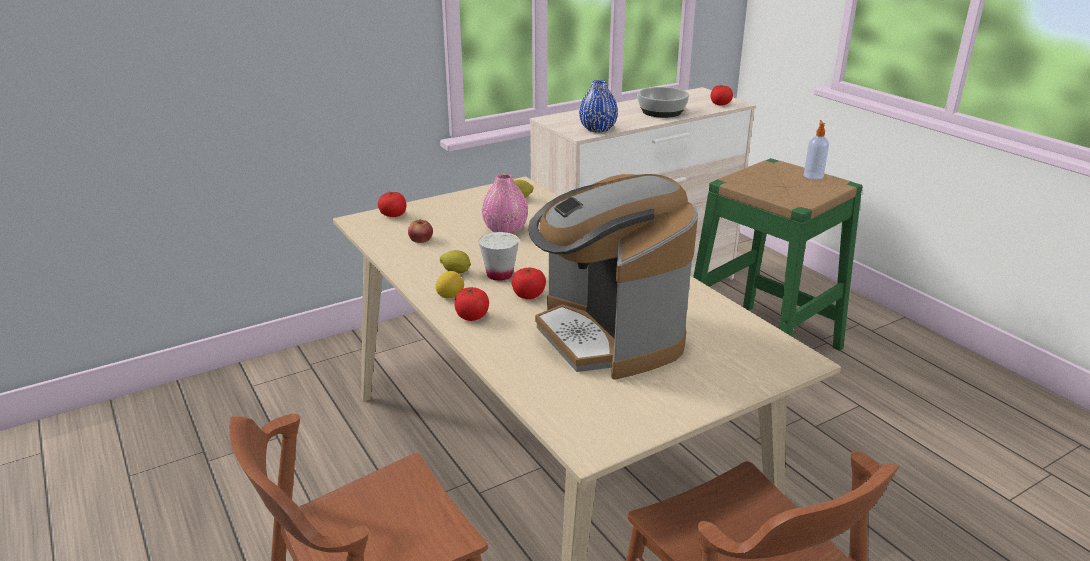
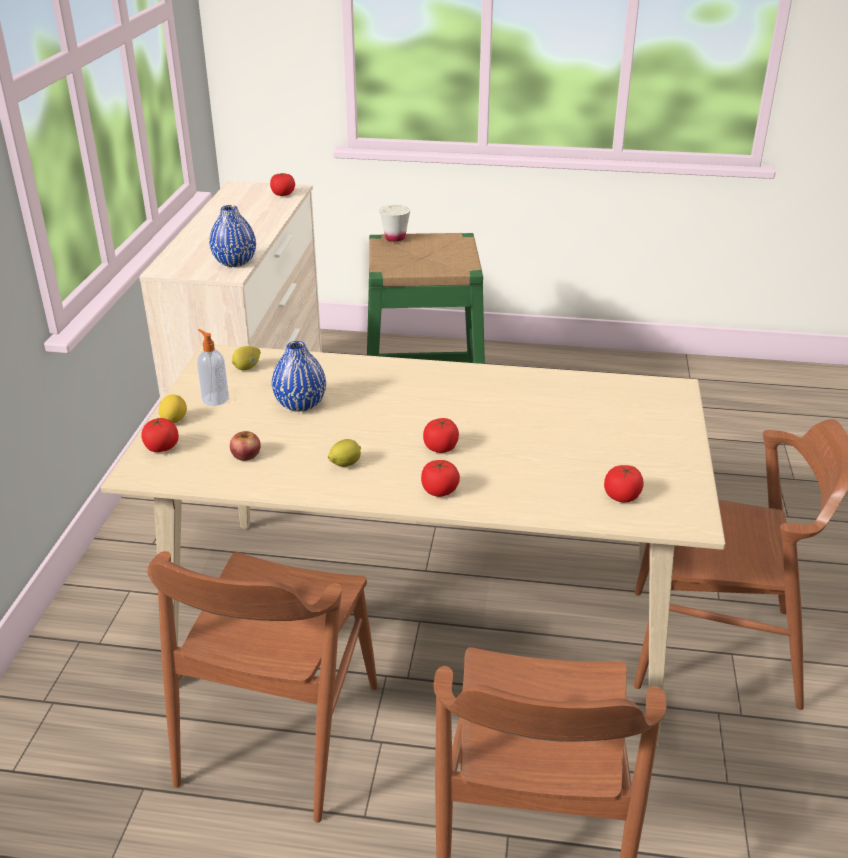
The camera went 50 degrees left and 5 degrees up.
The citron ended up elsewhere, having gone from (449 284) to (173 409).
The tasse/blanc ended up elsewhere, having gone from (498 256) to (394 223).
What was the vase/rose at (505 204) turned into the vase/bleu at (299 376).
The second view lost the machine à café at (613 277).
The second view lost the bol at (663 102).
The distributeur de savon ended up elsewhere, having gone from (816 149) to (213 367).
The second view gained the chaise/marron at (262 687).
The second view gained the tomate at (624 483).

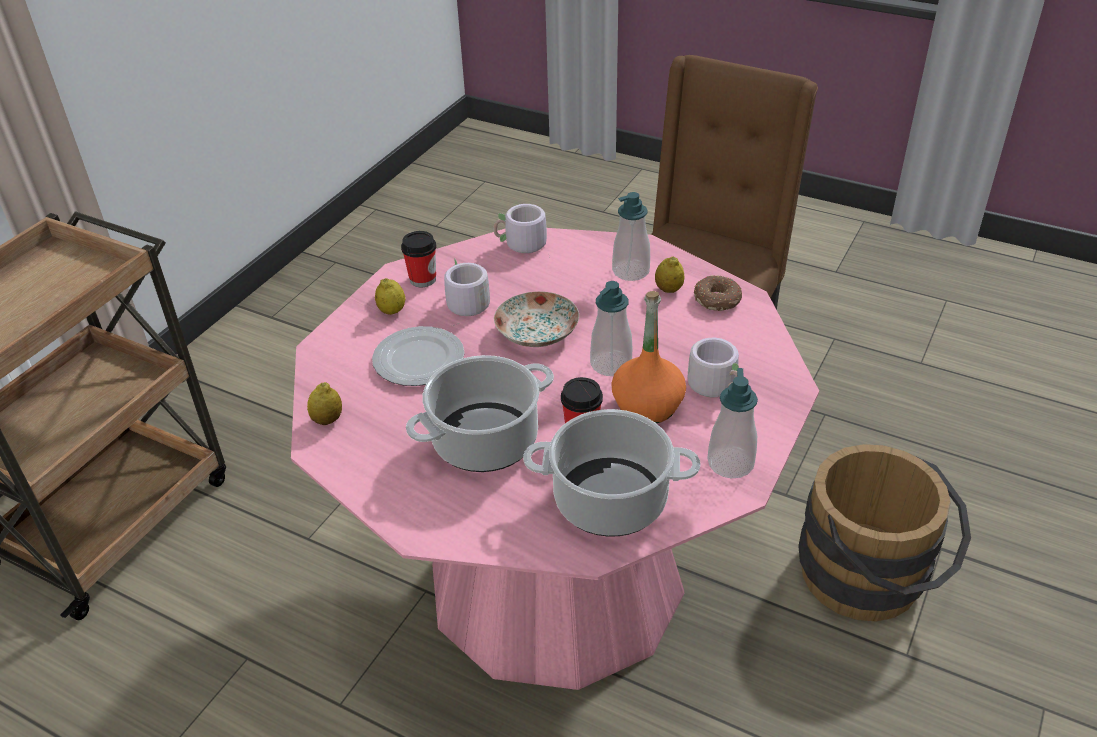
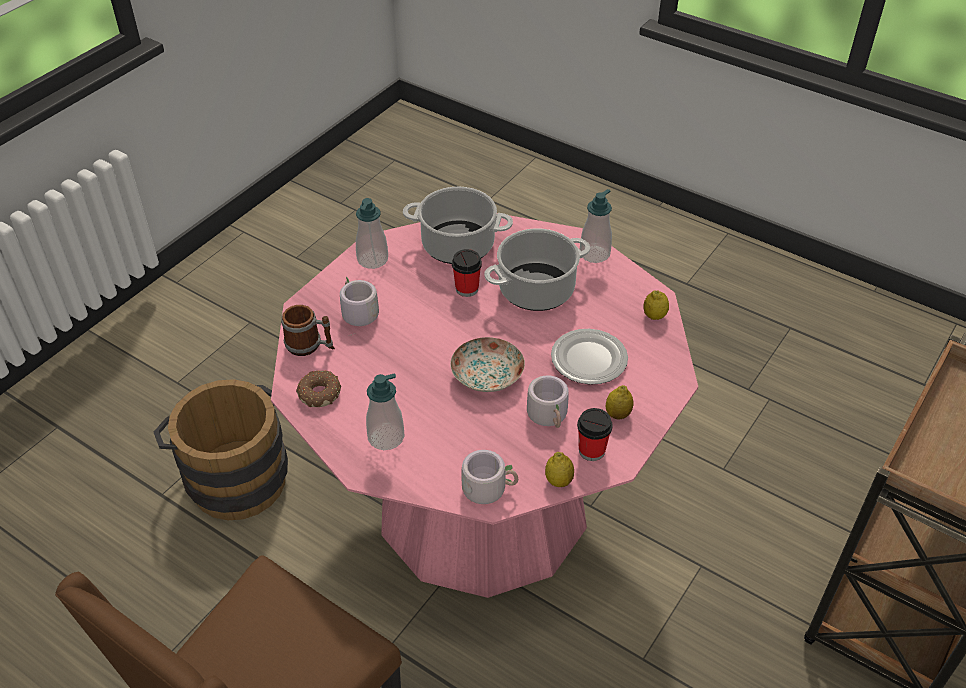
The camera went 175 degrees left and 5 degrees up.
The distributeur de savon ended up elsewhere, having gone from (611 328) to (596 226).
The second view lost the bouteille/orange at (648 357).
The citron ended up elsewhere, having gone from (669 274) to (559 469).
The second view gained the mug at (308 330).

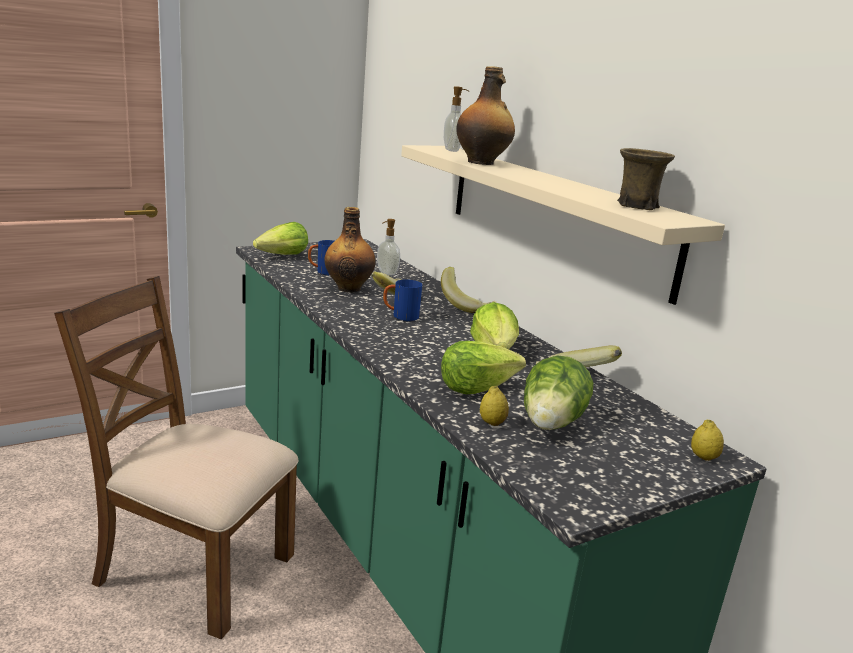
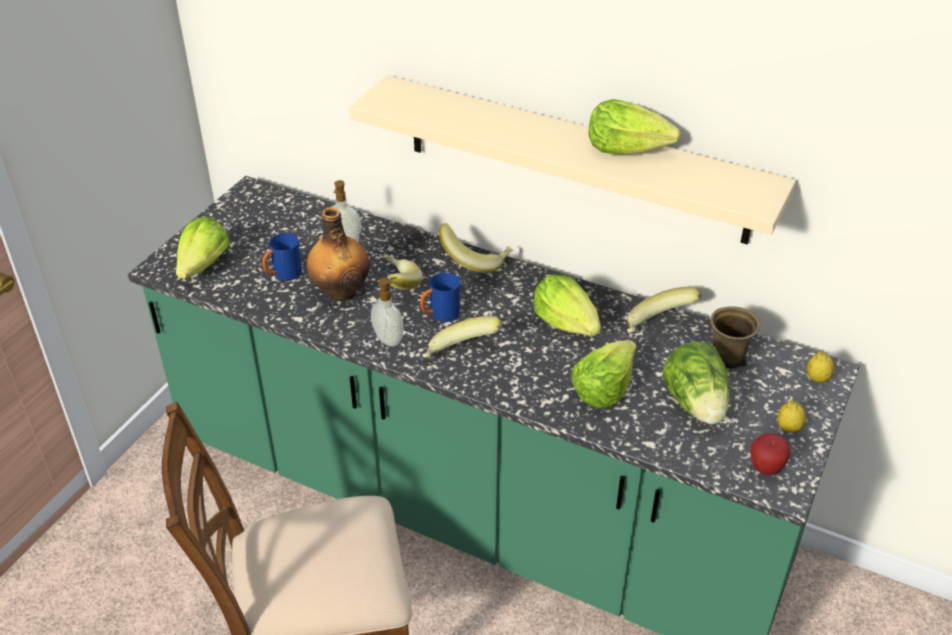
The camera went 30 degrees left and 20 degrees up.
The distributeur de savon ended up elsewhere, having gone from (456 119) to (387 312).
The second view lost the bouteille at (485 115).
The citron ended up elsewhere, having gone from (494 406) to (792 416).
The mug/marron ended up elsewhere, having gone from (646 179) to (735 337).
The second view gained the banane at (462 337).
The second view gained the laitue at (635 126).
The second view gained the pomme at (770 454).

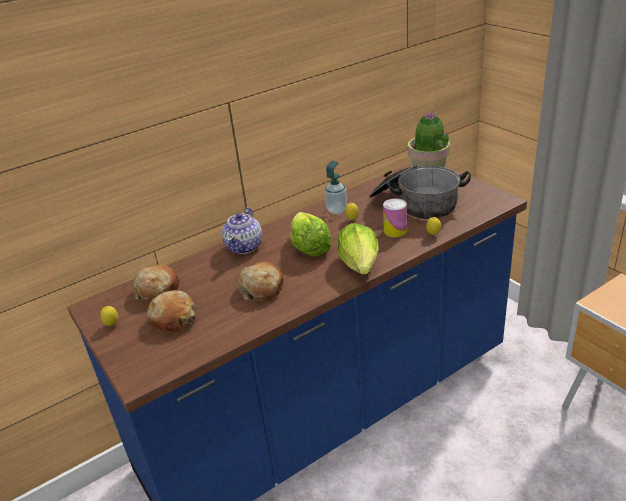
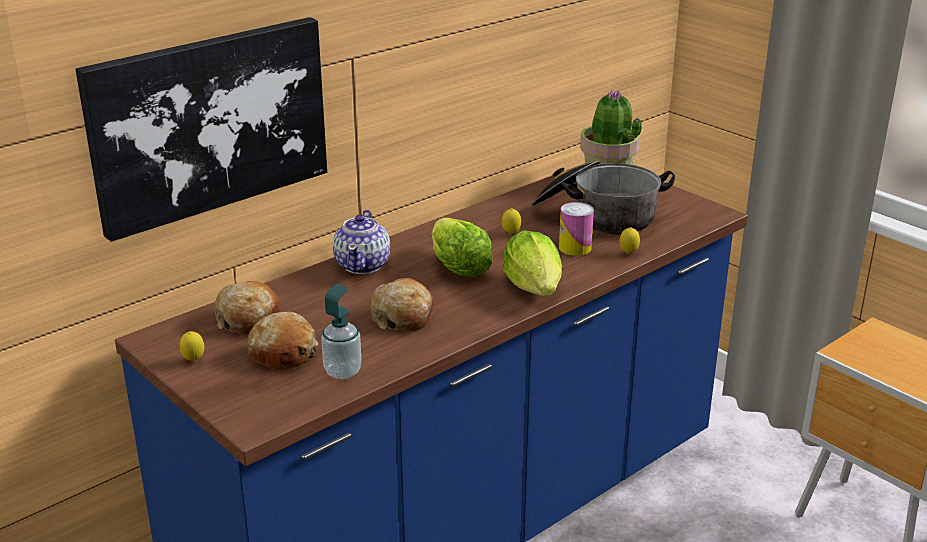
The camera went 10 degrees left and 5 degrees down.
The distributeur de savon ended up elsewhere, having gone from (336 187) to (341 331).
The second view gained the tableau at (201 129).

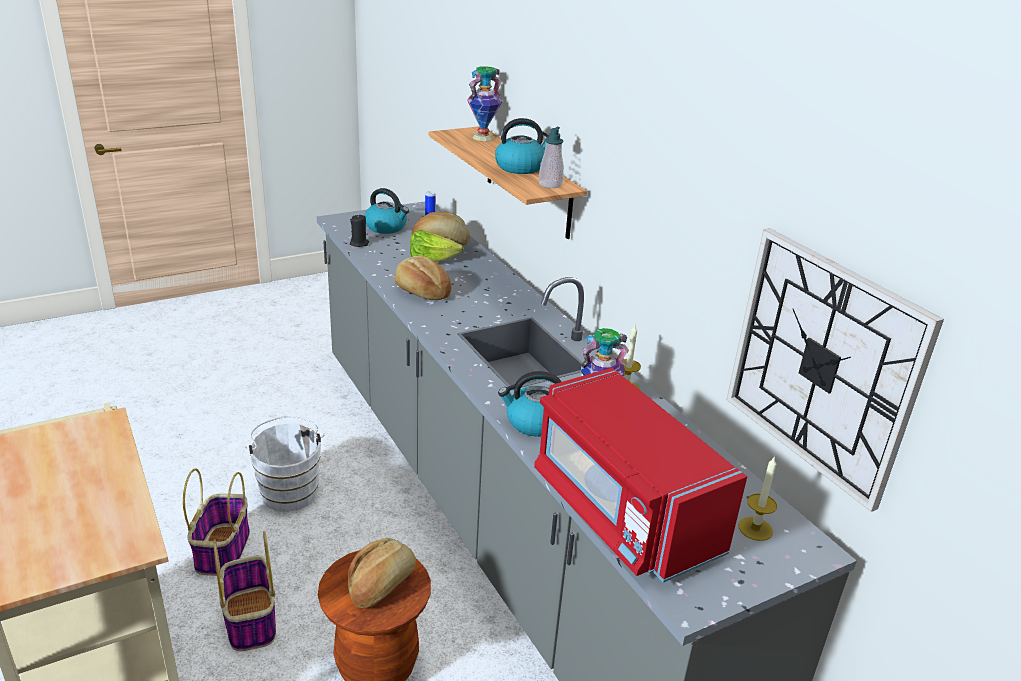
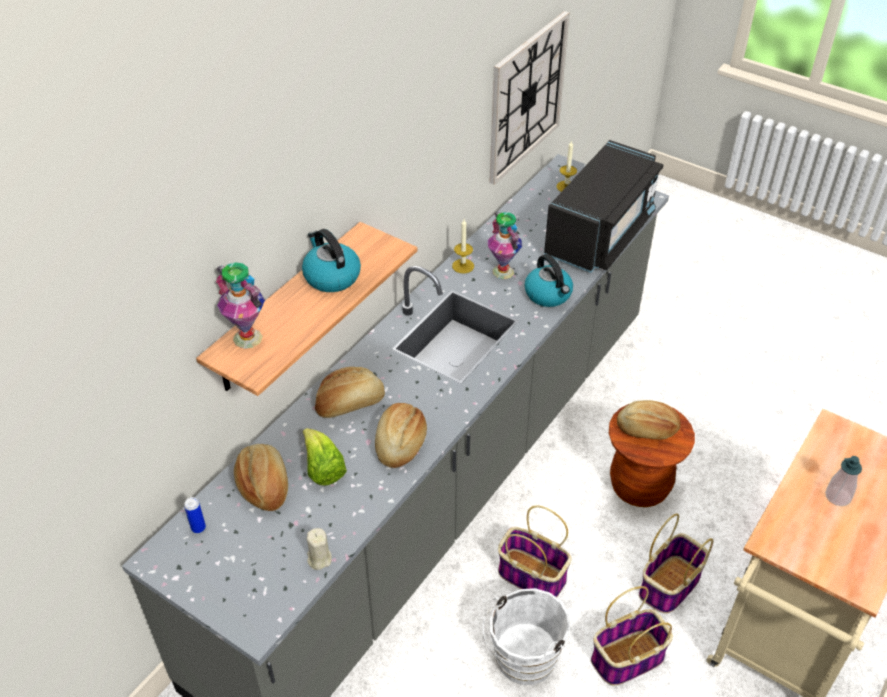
The camera went 115 degrees left and 15 degrees up.
What was the bougie/noir at (359 230) turned into the bougie/beige at (319 549).
The second view lost the bouilloire at (386 211).
What was the micro-ondes/rouge at (640 475) turned into the micro-ondes/noir at (604 206).
The distributeur de savon ended up elsewhere, having gone from (551 157) to (843 481).
The second view gained the pain at (350 392).
The second view gained the panier at (535 551).

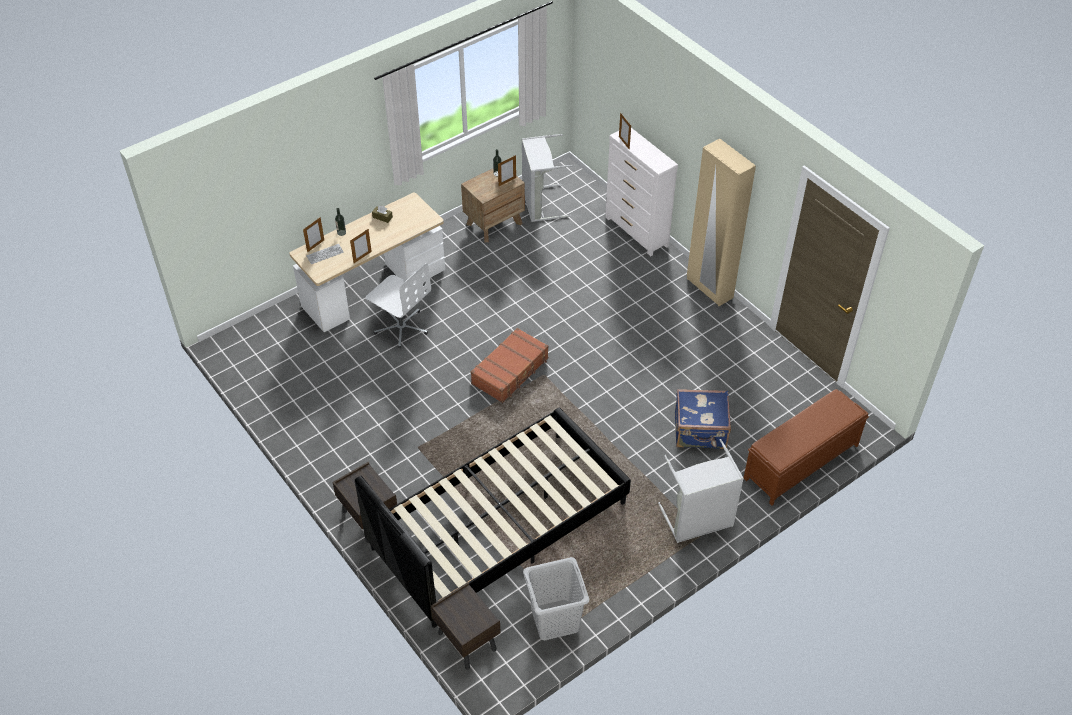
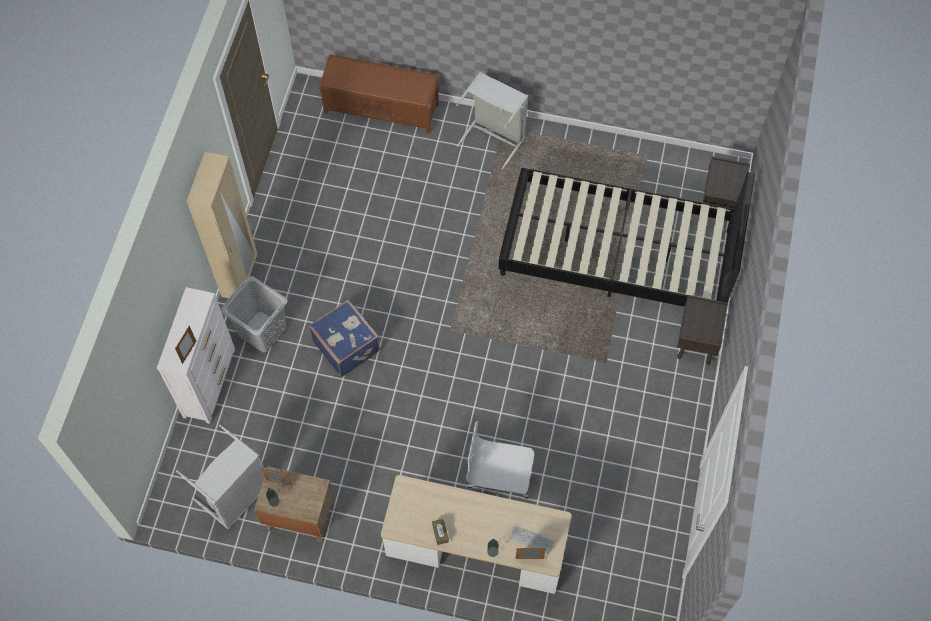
The camera went 130 degrees left and 15 degrees up.
The second view lost the cadre photo at (361 246).
The chaise de bureau/blanc at (398 305) ended up facing another way, 75 degrees counterclockwise from before.
The second view lost the valise/marron at (509 365).
The panier à linge/gris ended up elsewhere, having gone from (556 598) to (254 314).
The valise/bleu ended up elsewhere, having gone from (703 419) to (344 338).

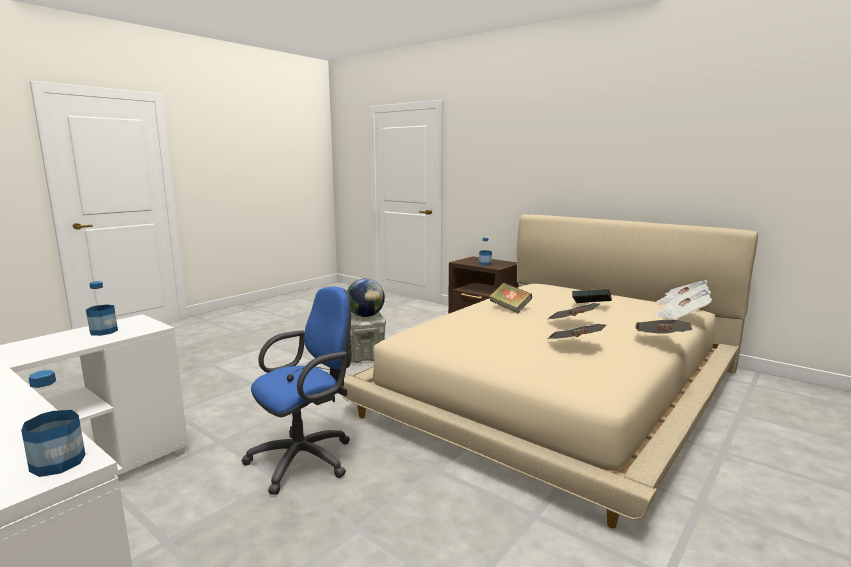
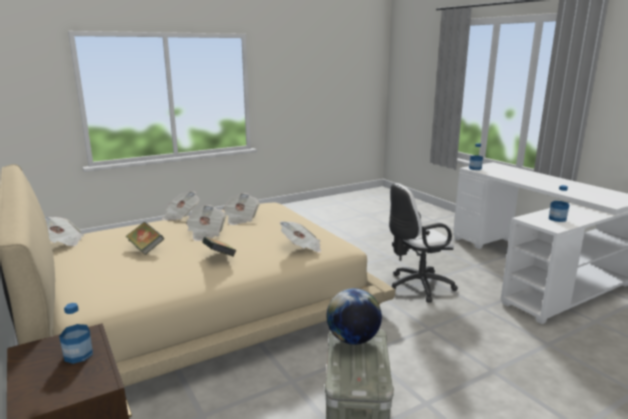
The camera went 160 degrees left and 5 degrees up.
What was the chaise de bureau/bleu at (297 391) turned into the chaise de bureau/blanc at (423 243).
The journal ended up elsewhere, having gone from (683 304) to (300 236).

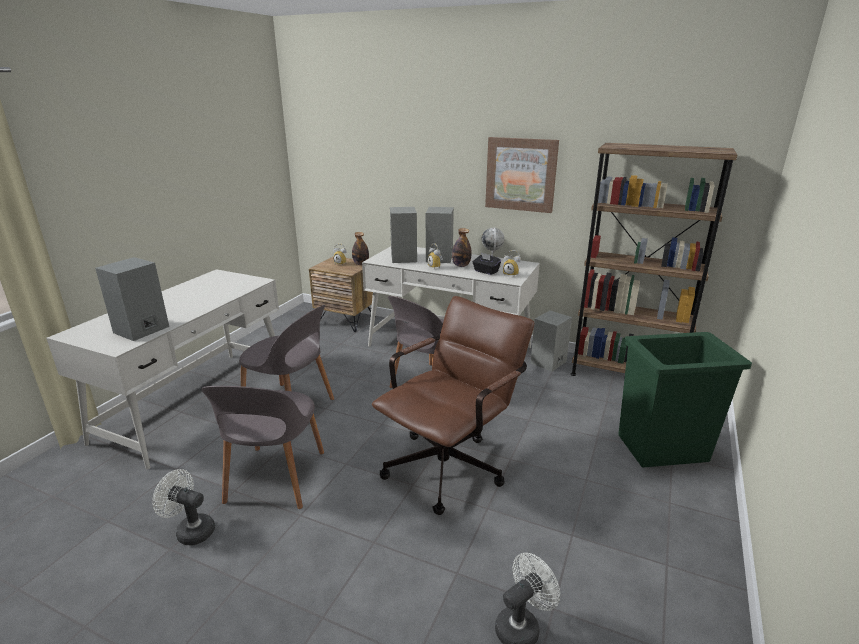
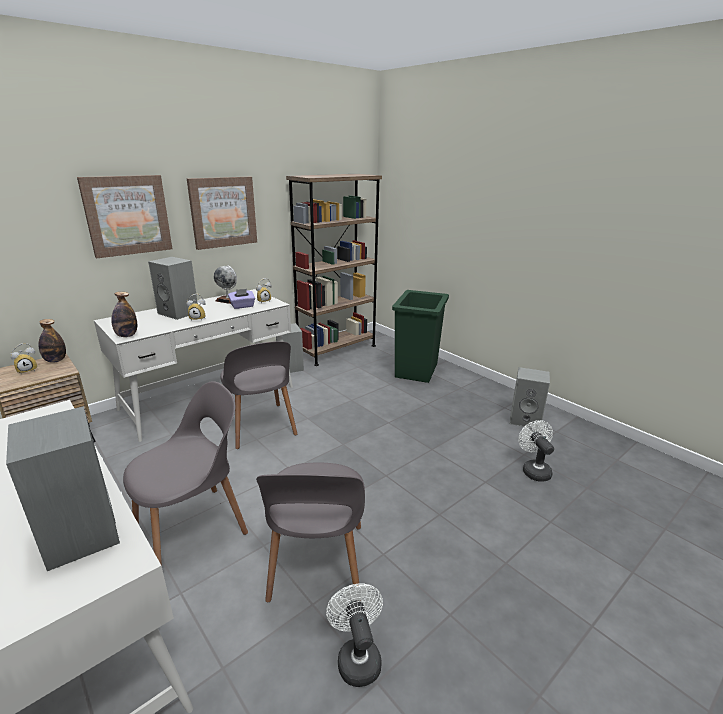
The camera went 65 degrees left and 0 degrees up.
The ventilateur/blanc at (183 507) ended up facing another way, 120 degrees clockwise from before.
The chaise/gris at (262 447) ended up facing another way, 60 degrees clockwise from before.
The second view lost the chaise de bureau/marron at (453 405).
The enceinte/gris ended up elsewhere, having gone from (403 235) to (530 397).
The bouteille ended up elsewhere, having gone from (462 247) to (124 314).
What was the boîte à mouchoirs/noir at (486 264) turned into the boîte à mouchoirs/violet at (241 299).
The second view gained the tableau at (124 216).

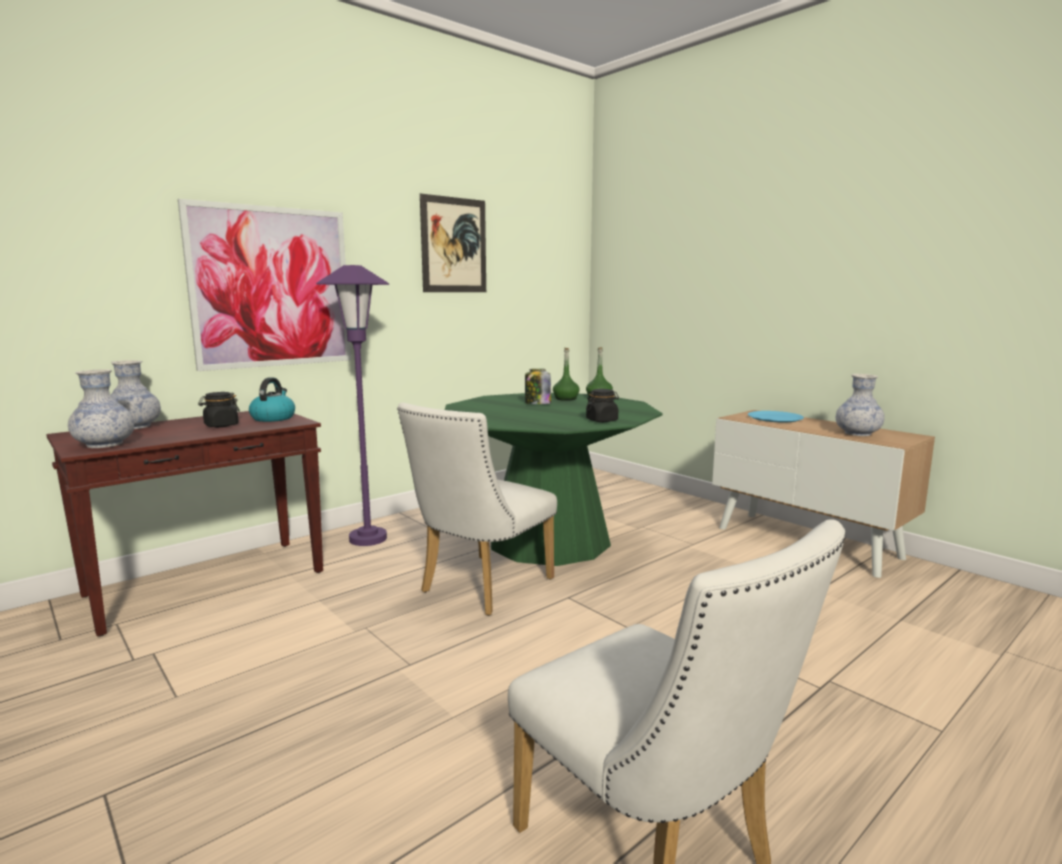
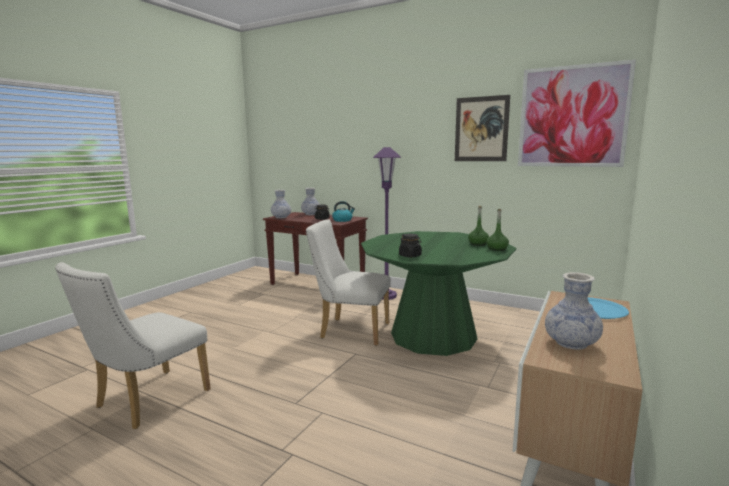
The camera went 70 degrees right and 0 degrees up.
The tableau ended up elsewhere, having gone from (264 285) to (577 113).
The second view lost the bocal at (538 386).

